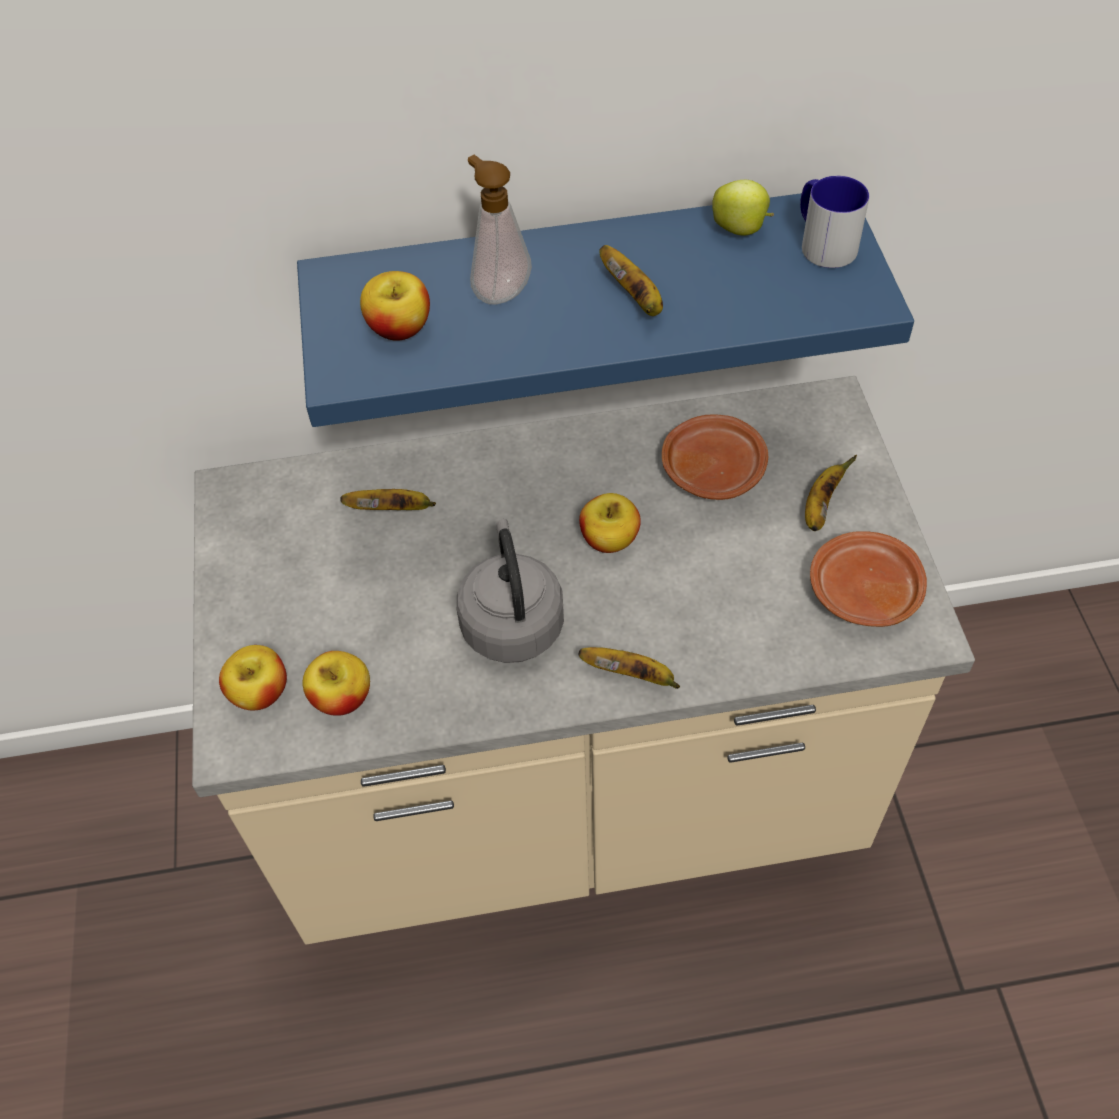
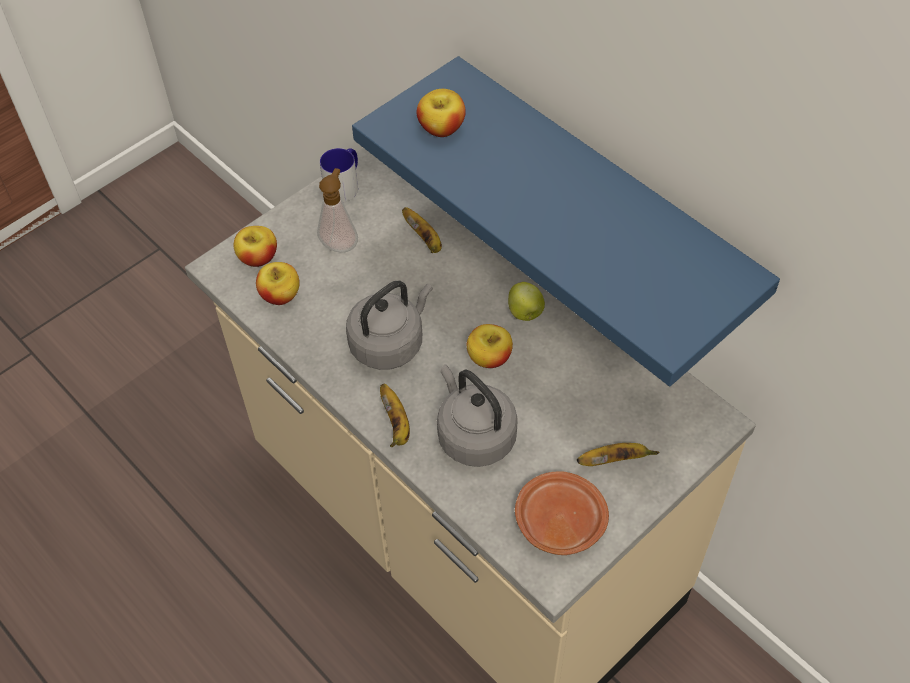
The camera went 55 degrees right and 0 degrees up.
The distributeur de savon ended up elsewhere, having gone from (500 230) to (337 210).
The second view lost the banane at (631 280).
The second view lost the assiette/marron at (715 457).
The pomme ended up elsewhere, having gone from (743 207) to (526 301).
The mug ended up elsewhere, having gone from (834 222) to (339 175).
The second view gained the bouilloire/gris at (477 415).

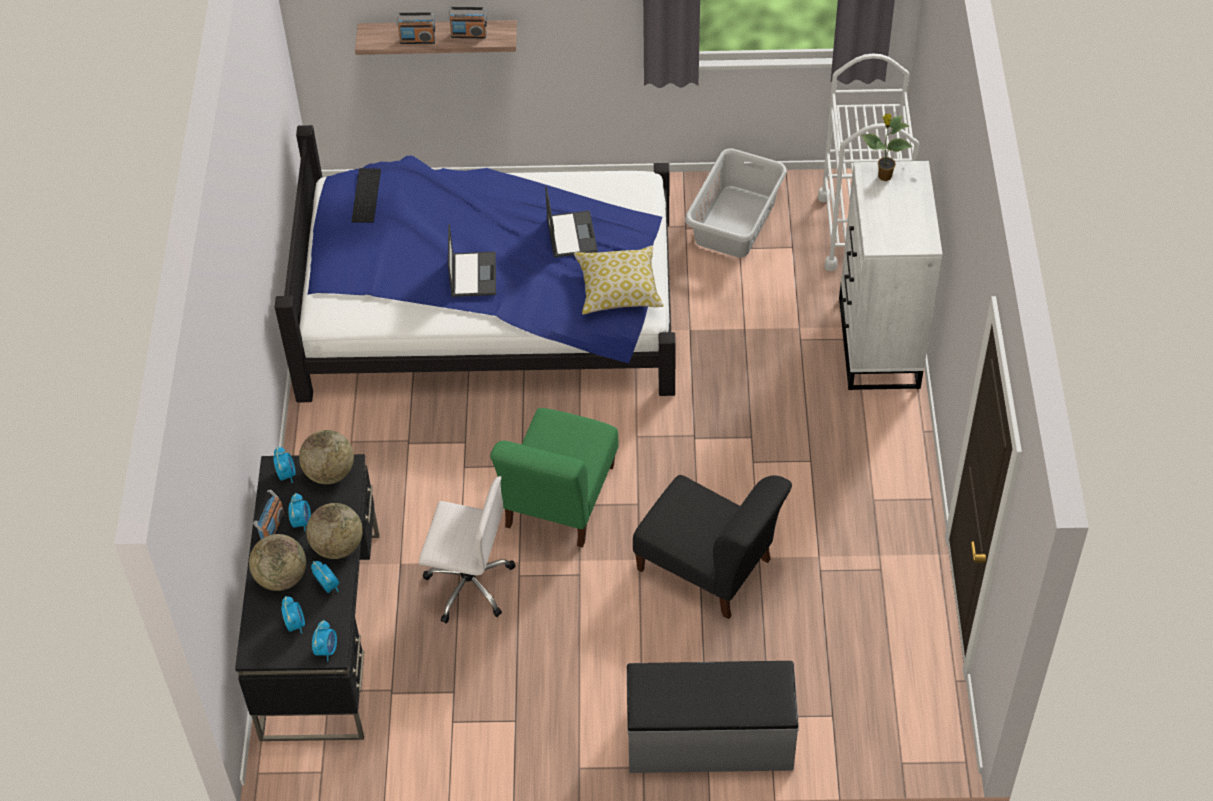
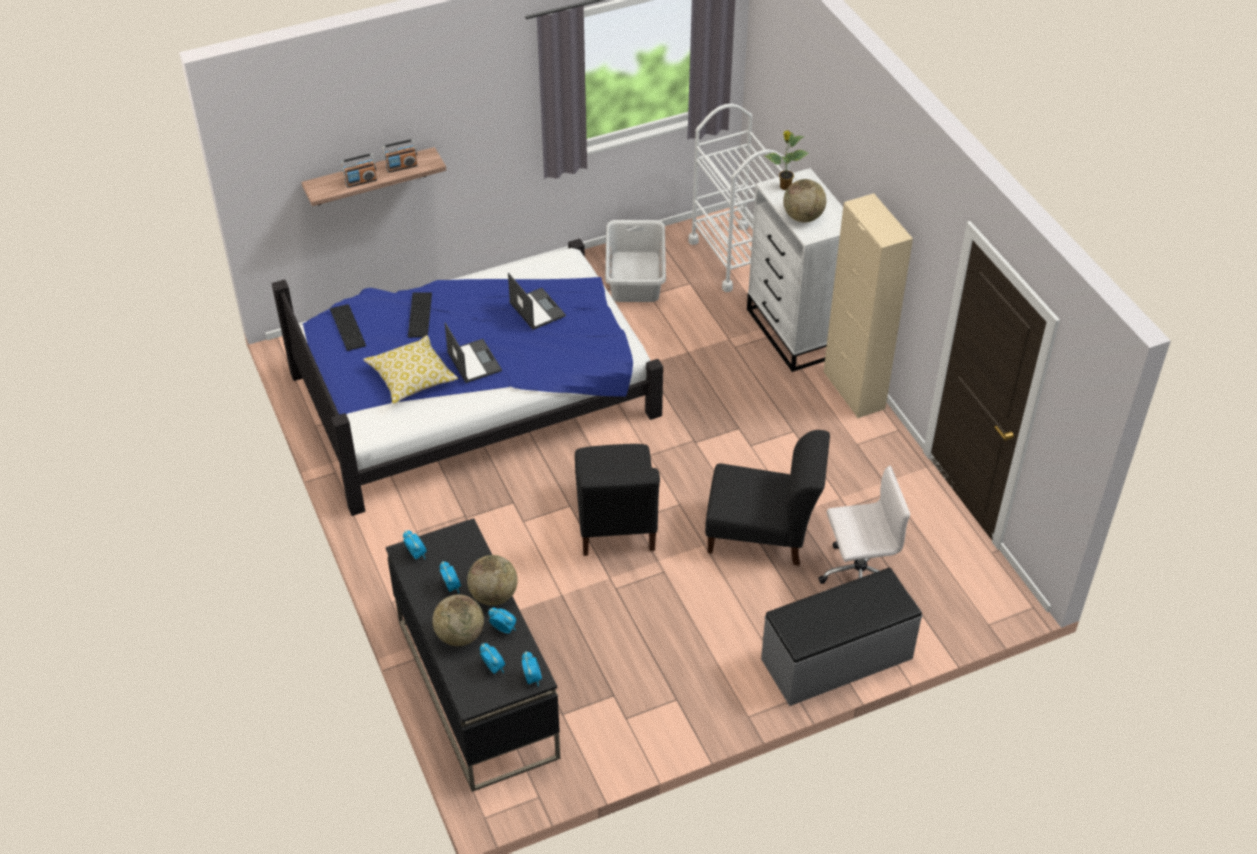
The camera went 25 degrees left and 5 degrees down.
The second view lost the radio at (269 514).
The globe ended up elsewhere, having gone from (326 457) to (804 200).
The chaise de bureau/blanc ended up elsewhere, having gone from (467 550) to (864 524).
What was the chaise/vert at (554 477) turned into the chaise/noir at (617 500).
The coussin ended up elsewhere, having gone from (618 279) to (410 369).
The second view gained the clavier at (420 315).
The second view gained the meuble de rangement/beige at (868 305).

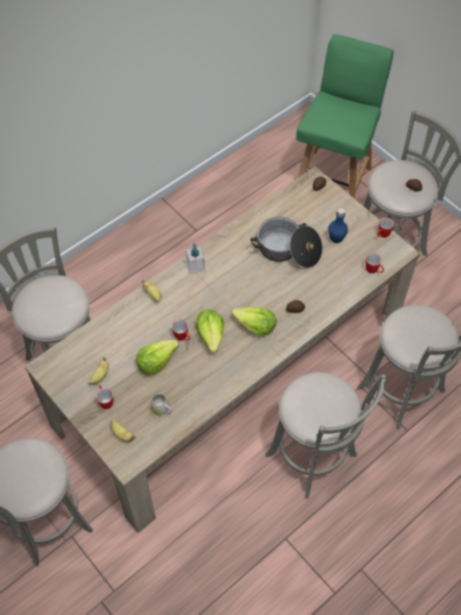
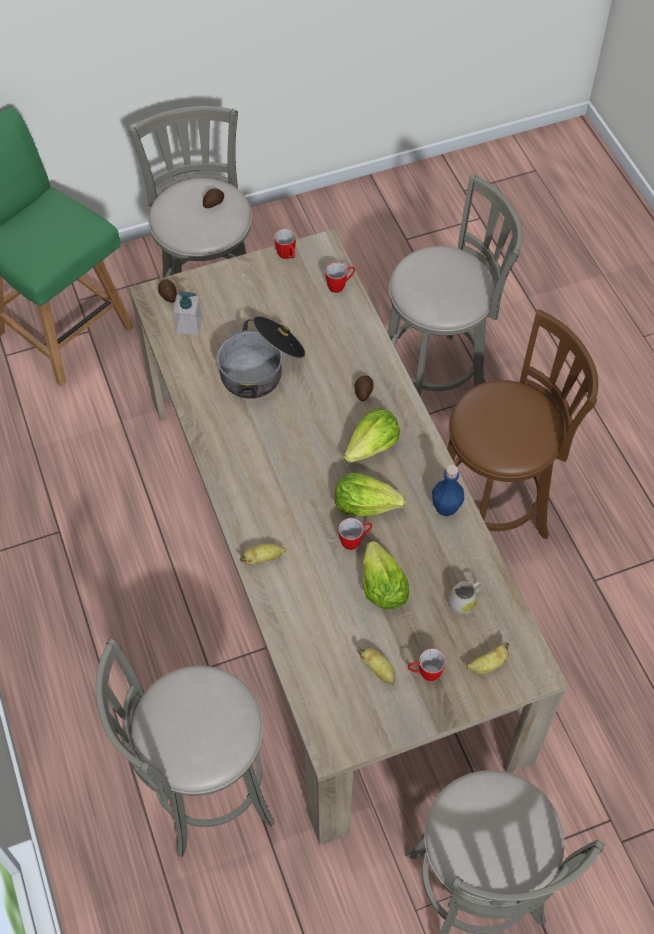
The camera went 70 degrees left and 0 degrees up.
The distributeur de savon ended up elsewhere, having gone from (195 259) to (187 313).
What was the tabouret/gris at (325 435) turned into the tabouret/marron at (522 424).
The bouteille/bleu ended up elsewhere, having gone from (338 225) to (448 490).

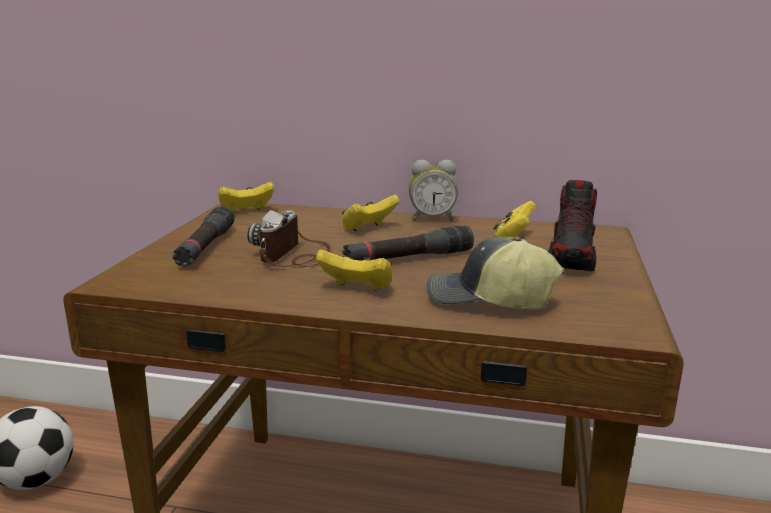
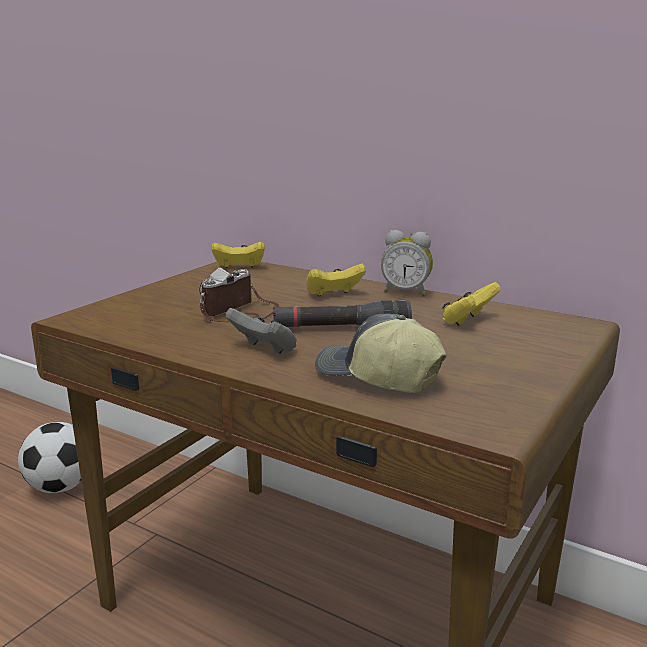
The camera went 20 degrees right and 0 degrees up.
The second view lost the lampe de poche/noir at (204 236).
What was the manette/jaune at (354 270) turned into the manette/gris at (261 331).
The second view lost the chaussure at (572 225).

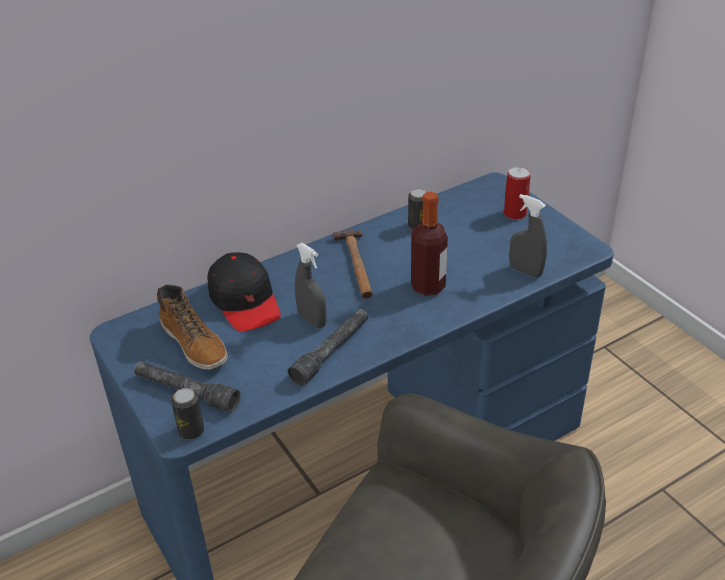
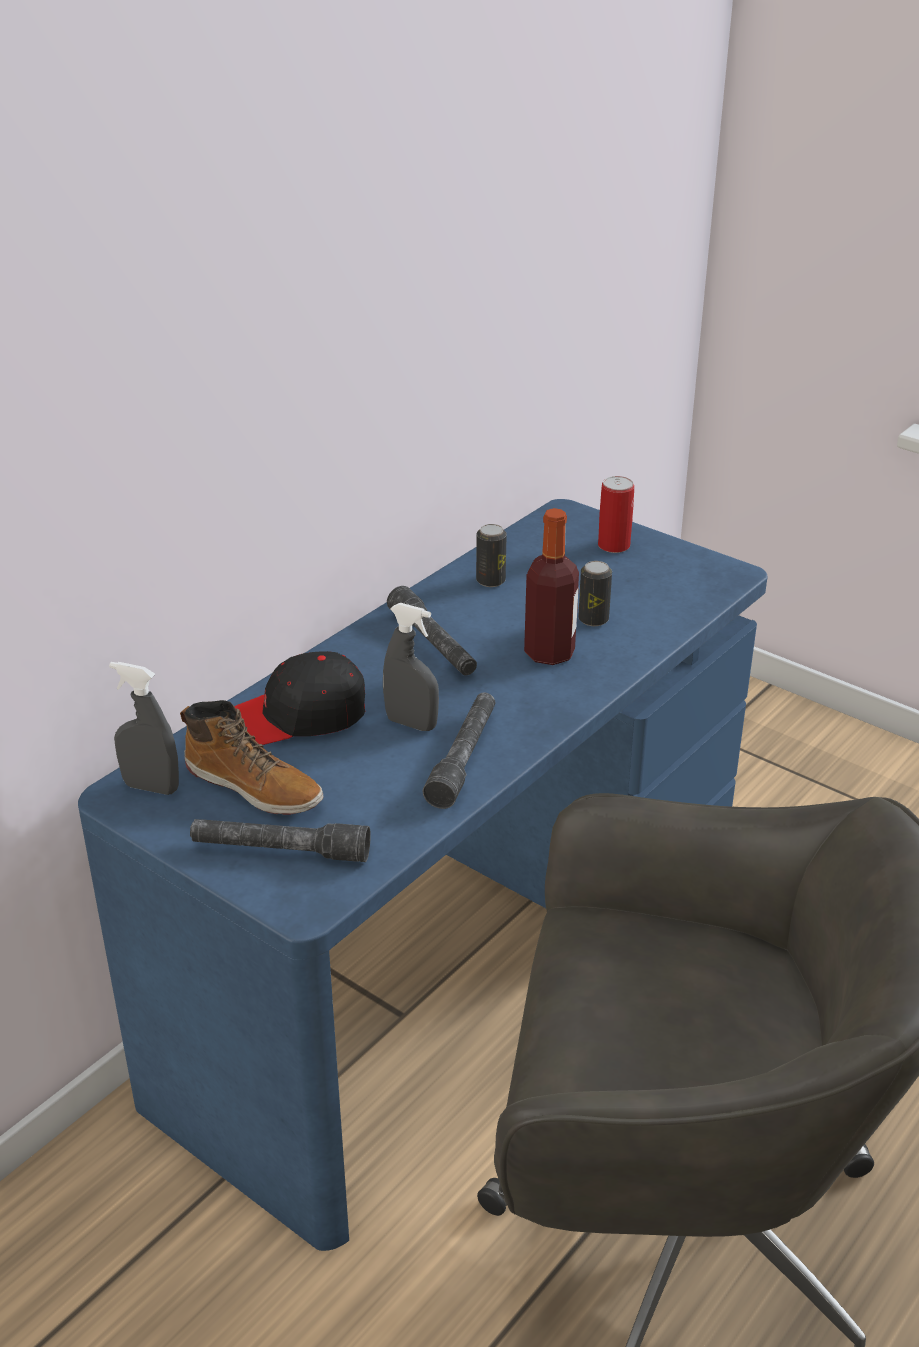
The camera went 20 degrees left and 5 degrees down.
The boîte métallique ended up elsewhere, having gone from (187 414) to (595 593).
The casquette/noir at (244 292) ended up facing another way, 120 degrees clockwise from before.
Where the marteau stood at (353 264), the lampe de poche/gris came to stand at (432 630).
The vaporisateur/gris ended up elsewhere, having gone from (528 236) to (144 728).

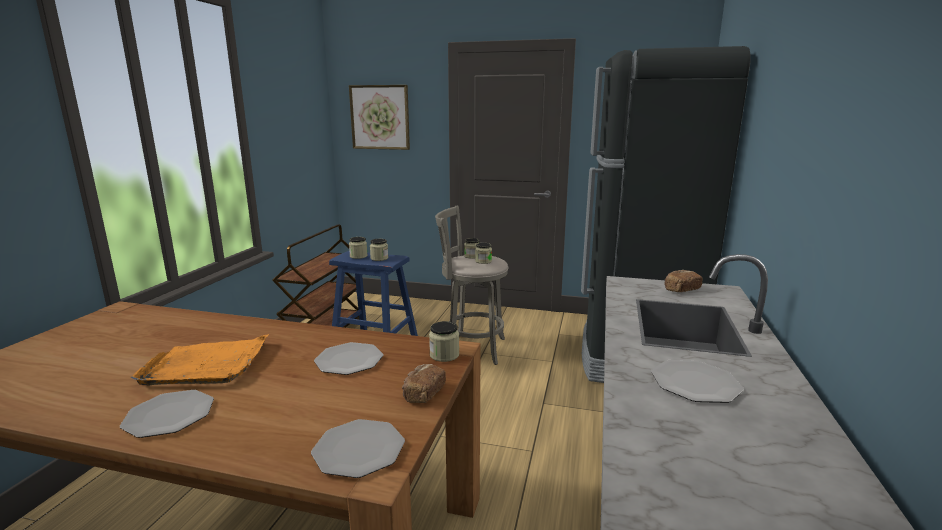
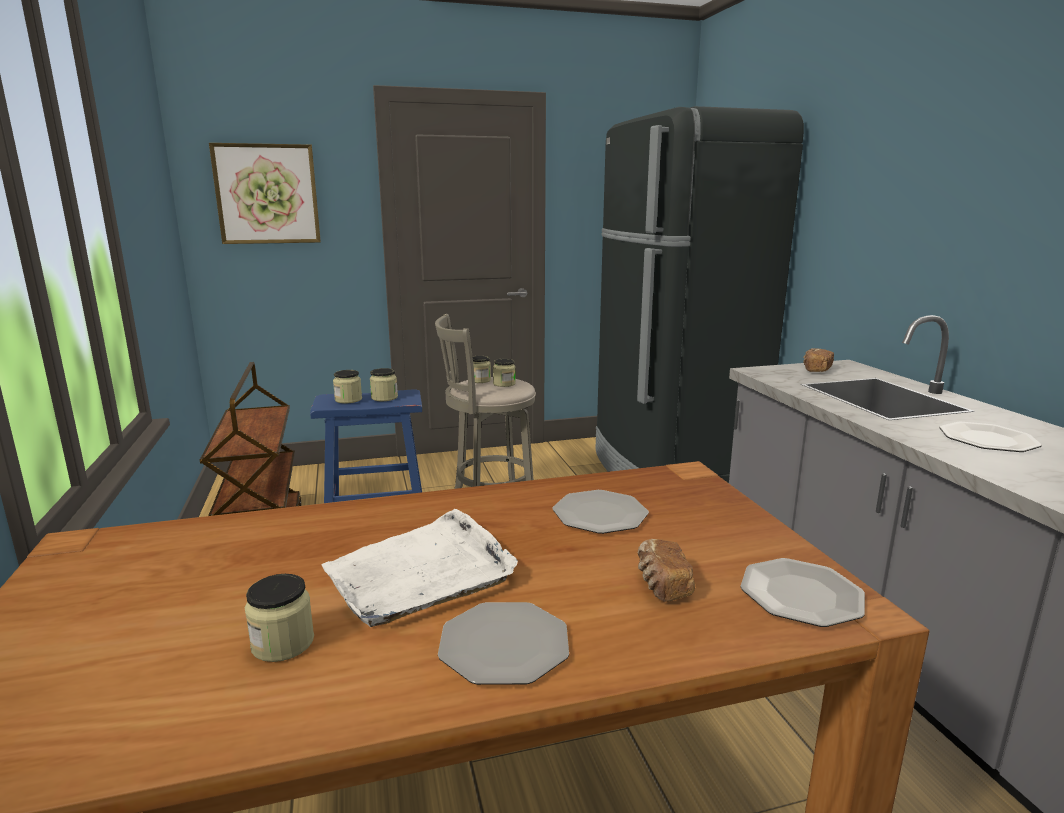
The camera went 30 degrees left and 0 degrees up.
What was the plateau/orange at (200 360) turned into the plateau/blanc at (419 568).
The pain ended up elsewhere, having gone from (424 383) to (666 570).
The bocal ended up elsewhere, having gone from (444 341) to (279 618).

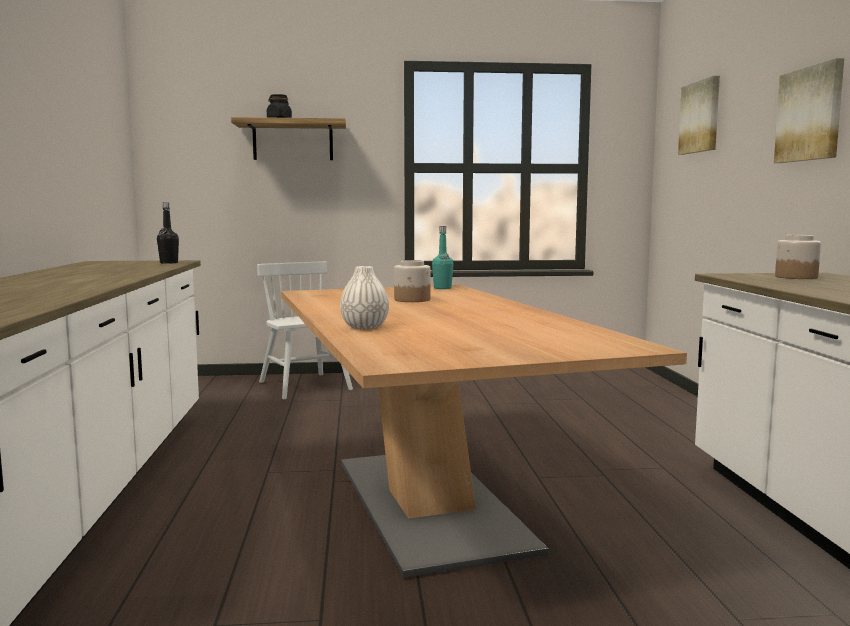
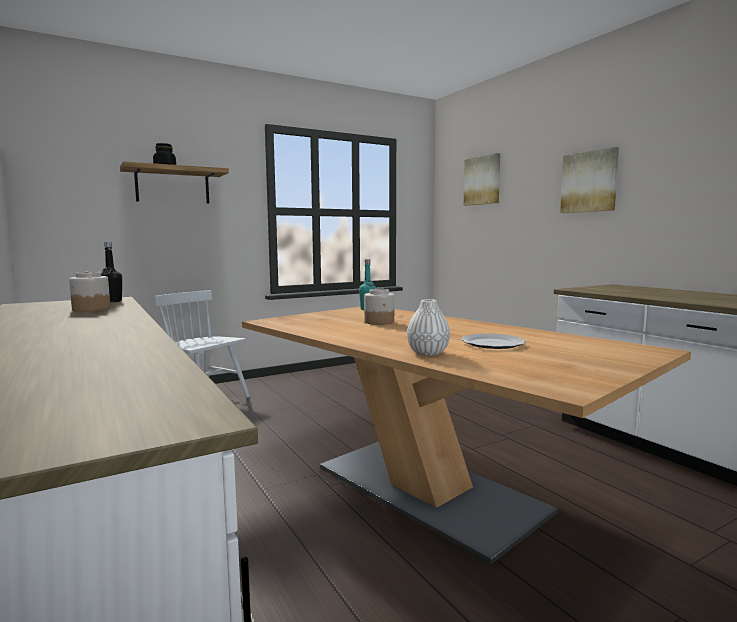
The camera went 25 degrees left and 0 degrees up.
The bocal ended up elsewhere, having gone from (798 257) to (89 292).
The second view gained the assiette at (493 341).

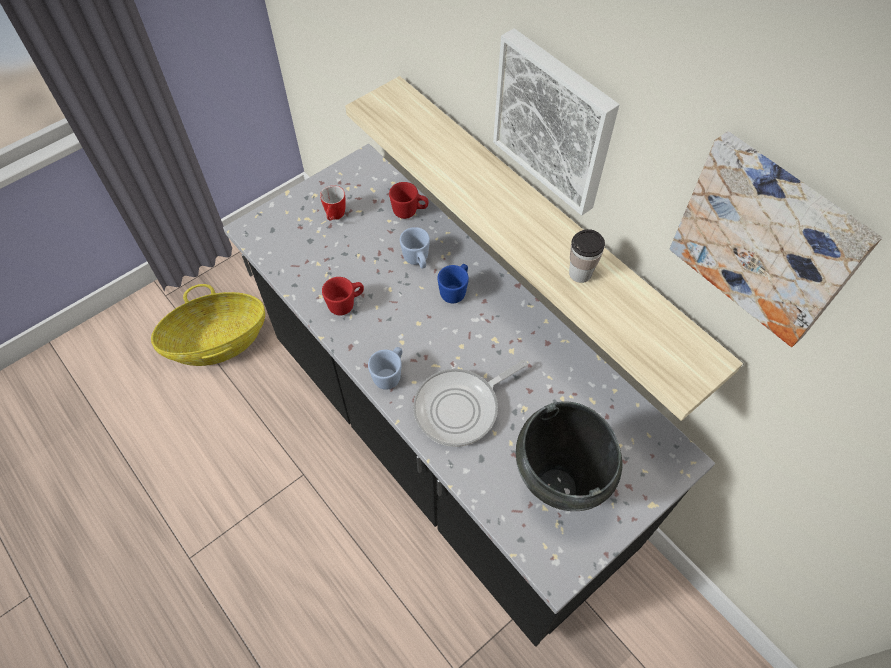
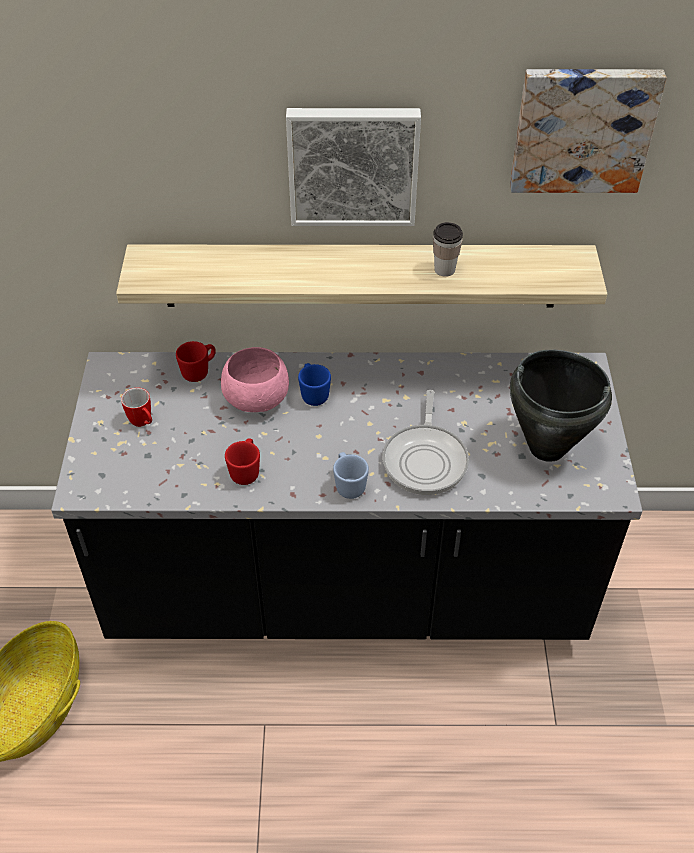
The camera went 50 degrees left and 10 degrees down.
Where the mug/bleu stood at (415 248), the bol/rose came to stand at (255 379).

